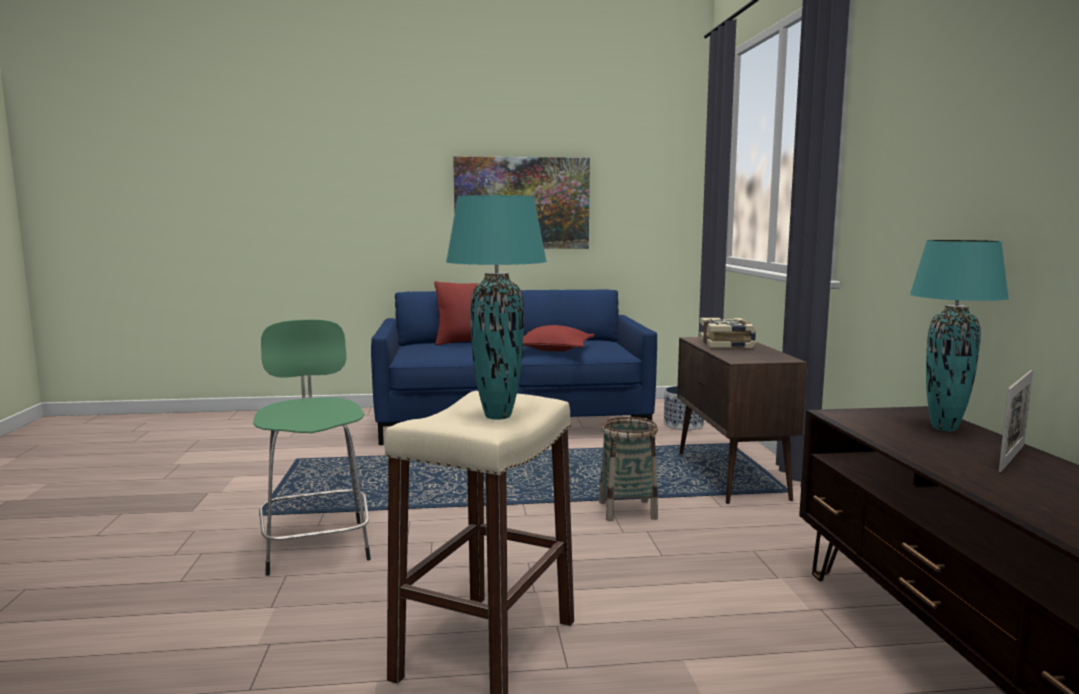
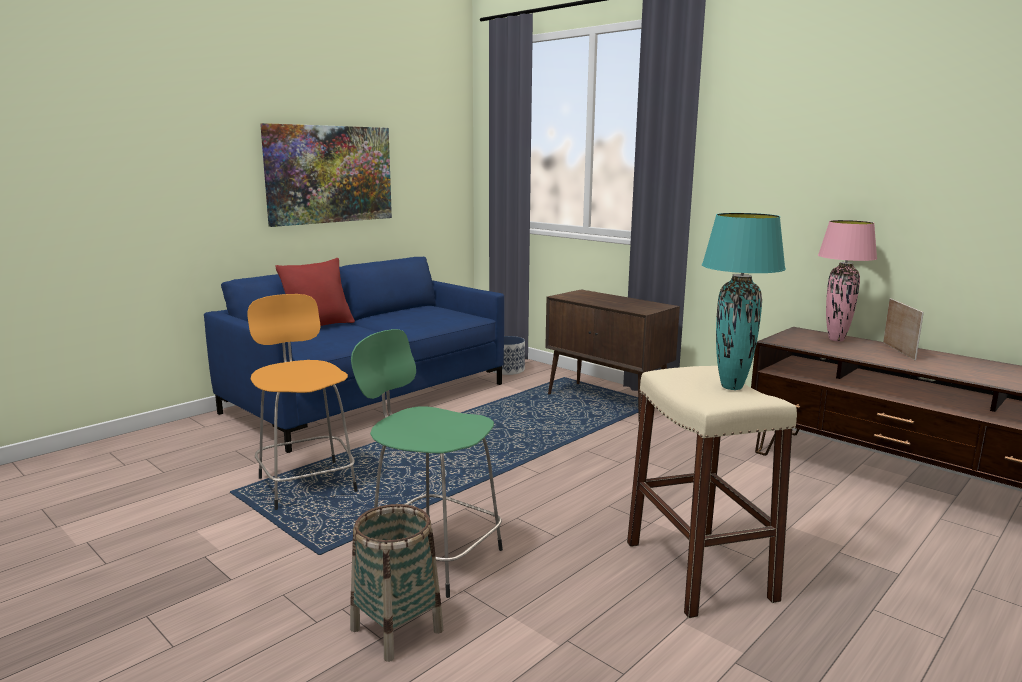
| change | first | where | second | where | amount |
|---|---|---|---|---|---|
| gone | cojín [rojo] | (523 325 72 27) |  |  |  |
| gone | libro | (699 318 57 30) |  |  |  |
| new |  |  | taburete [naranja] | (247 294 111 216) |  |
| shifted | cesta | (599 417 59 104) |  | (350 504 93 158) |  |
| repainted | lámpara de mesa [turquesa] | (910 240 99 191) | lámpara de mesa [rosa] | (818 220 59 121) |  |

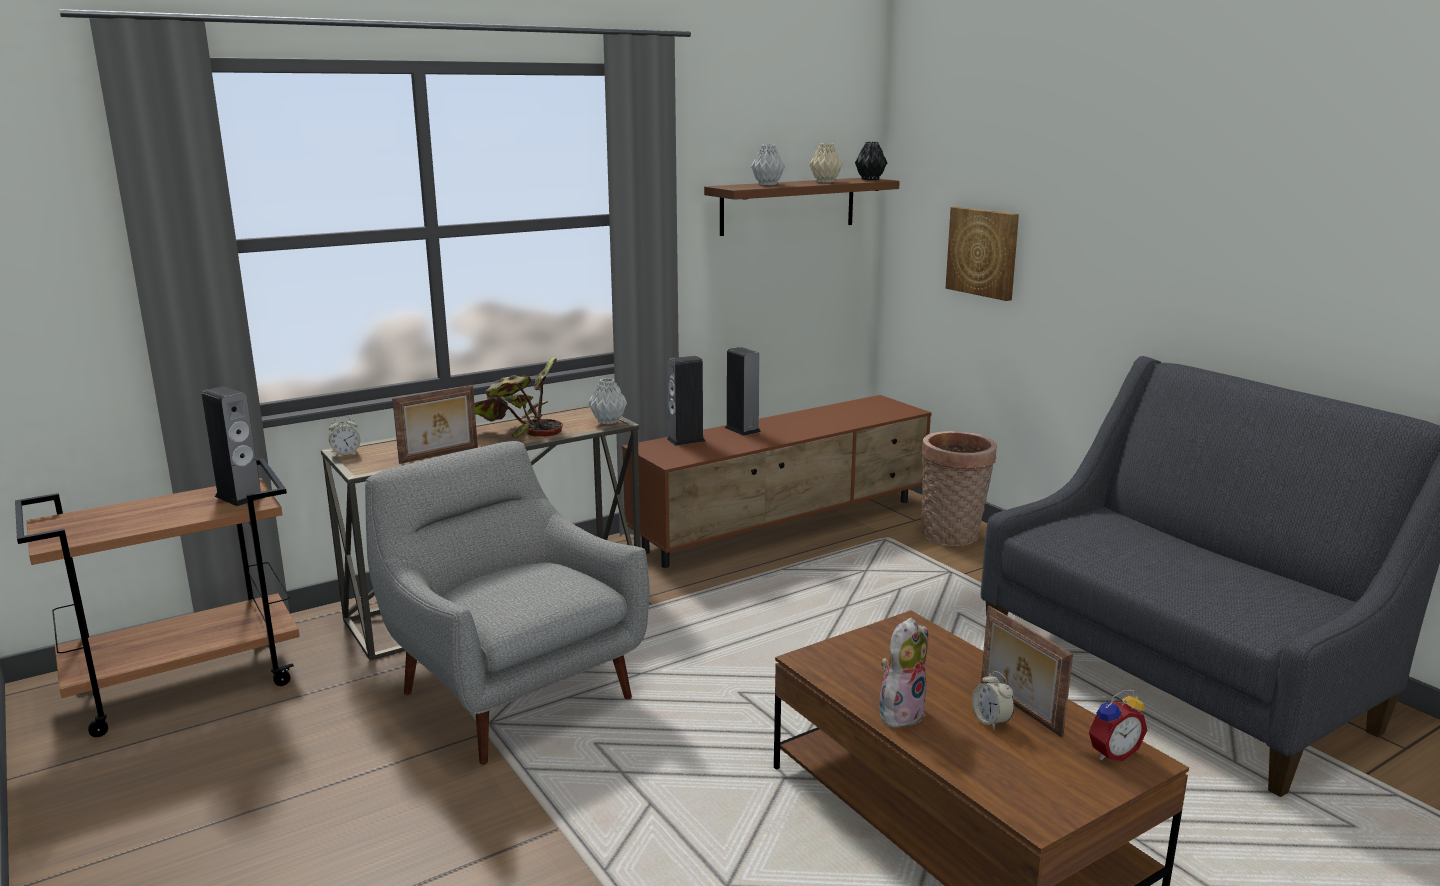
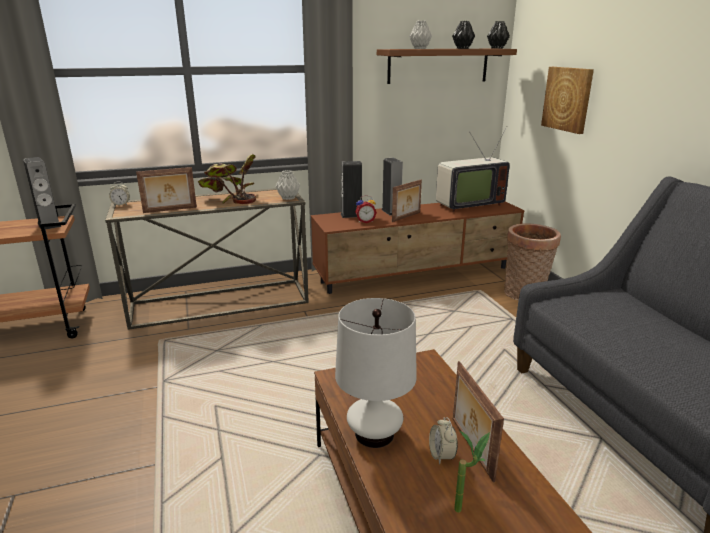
| change | first | where | second | where | amount |
|---|---|---|---|---|---|
| gone | sillón [gris] | (365 441 285 324) |  |  |  |
| new |  |  | portarretratos | (392 179 30 43) |  |
| new |  |  | televisor | (436 127 74 85) |  |
| new |  |  | planta en maceta | (454 430 36 83) |  |
| shifted | despertador | (1089 690 58 71) |  | (355 195 22 28) |  |
| swapped | peluche | (879 618 49 110) | lámpara de mesa [blanco] | (335 298 82 150) |  |
| repainted | florero [beis] | (810 143 33 40) | florero [negro] | (452 21 23 28) |  |

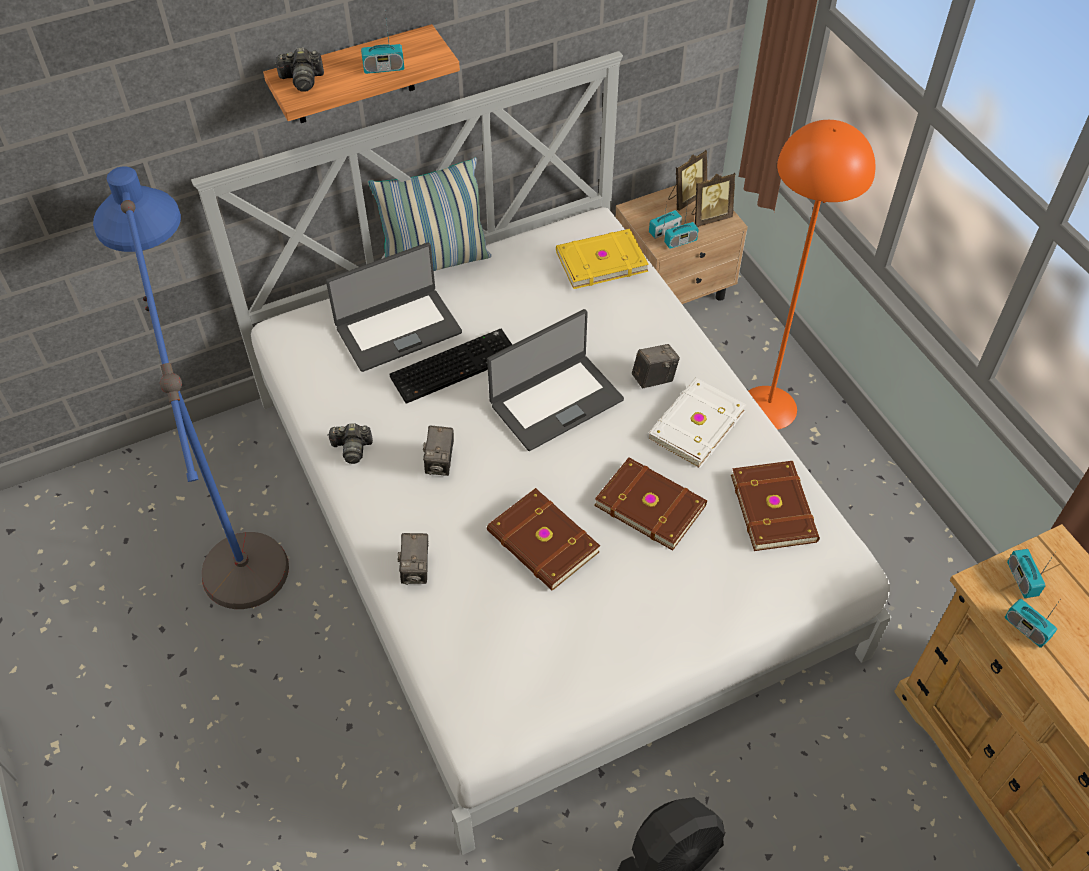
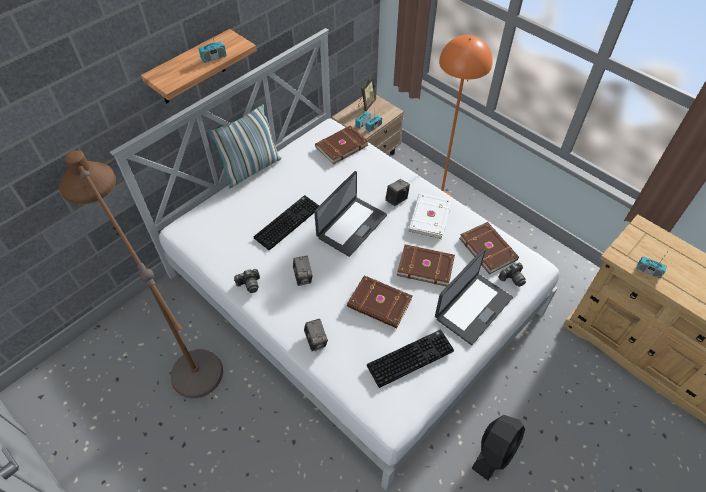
| change | first | where | second | where | amount |
|---|---|---|---|---|---|
| gone | portarretratos | (692 173 43 54) |  |  |  |
| gone | radio | (1007 549 48 49) |  |  |  |
| new |  |  | teclado | (367 329 87 59) |  |
| shifted | cámara | (274 47 50 45) |  | (498 263 28 24) |  |
| shifted | portátil | (326 242 136 130) |  | (435 249 78 96) |  |
| repainted | lámpara de pie [azul] | (93 167 196 442) | lámpara de pie [marrón] | (59 150 164 249) |  |
| repainted | libro [amarillo] | (556 229 93 60) | libro [marrón] | (315 126 53 38) |  |

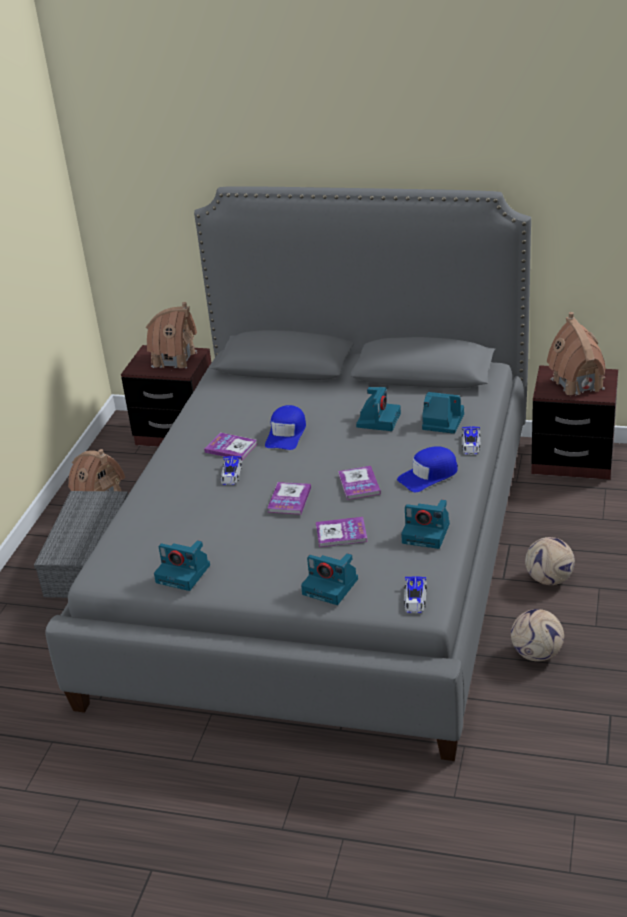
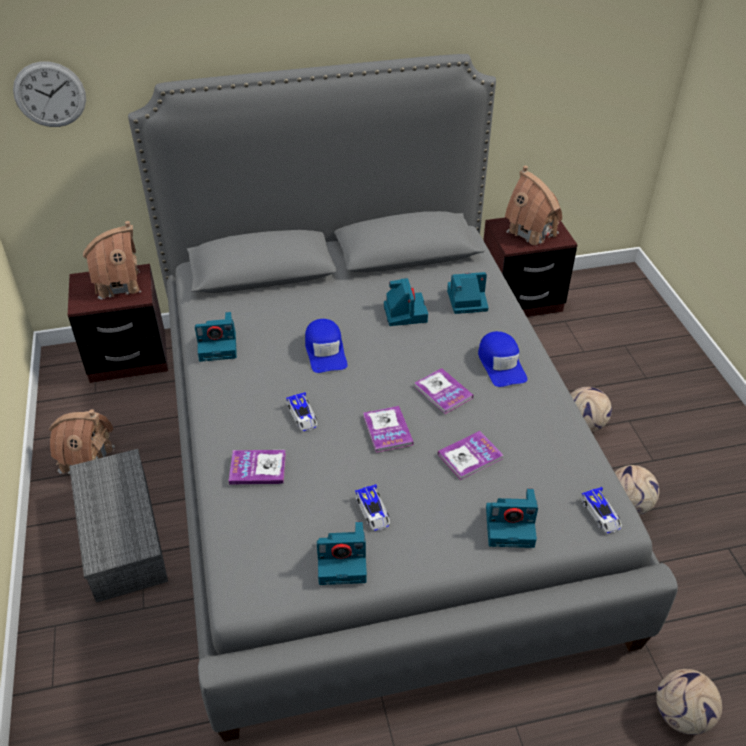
| change | first | where | second | where | amount |
|---|---|---|---|---|---|
| new |  |  | reloj de pared | (13 61 73 66) |  |
| new |  |  | balón de fútbol | (656 669 66 66) |  |
| shifted | libro | (204 433 53 27) |  | (229 450 57 34) |  |
| shifted | cámara | (401 500 49 49) |  | (195 312 42 50) |  |
| shifted | coche de juguete | (462 427 18 28) |  | (355 484 35 47) |  |
| rotated | gorra [azul] | (397 446 61 46) |  | (478 331 49 56) | 45 degrees counterclockwise |

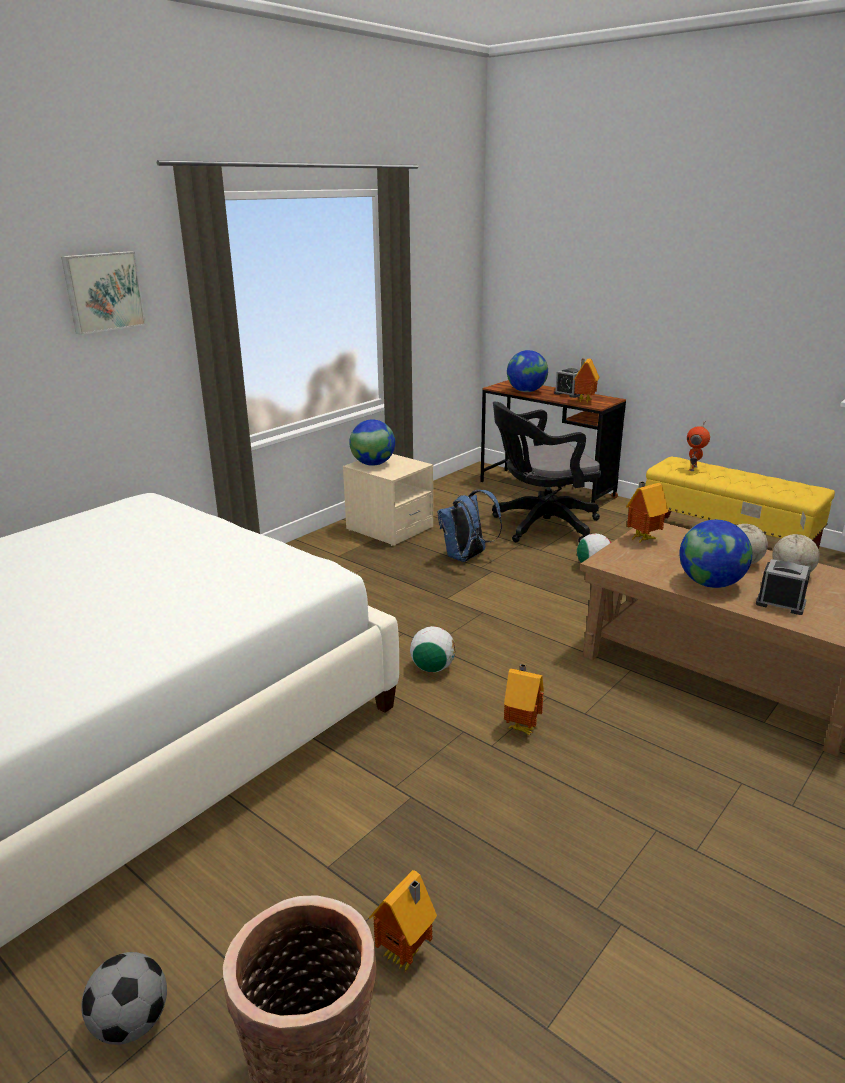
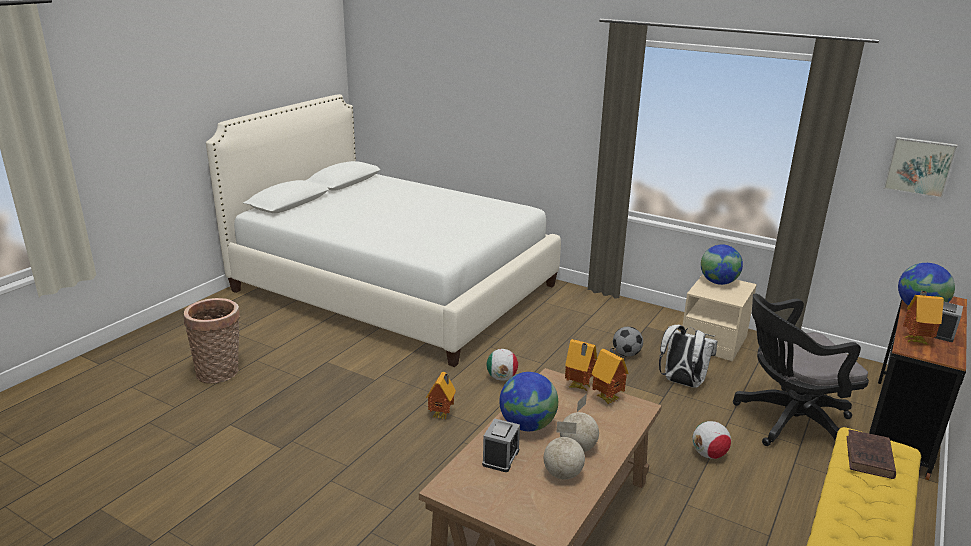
| change | first | where | second | where | amount |
|---|---|---|---|---|---|
| shifted | cuadro | (61 251 85 84) |  | (883 137 74 61) |  |
| shifted | balón de fútbol | (81 952 86 93) |  | (613 327 30 30) |  |
| shifted | casita | (369 870 68 101) |  | (565 339 32 53) |  |
| swapped | robot de juguete | (687 421 23 50) | libro [marrón] | (847 429 49 50) |  |
| repainted | mochila [azul] | (438 490 64 72) | mochila [blanco] | (659 325 58 63) |  |
| rotated | silla de oficina [negro] | (492 401 109 141) |  | (733 294 136 152) | 75 degrees counterclockwise |

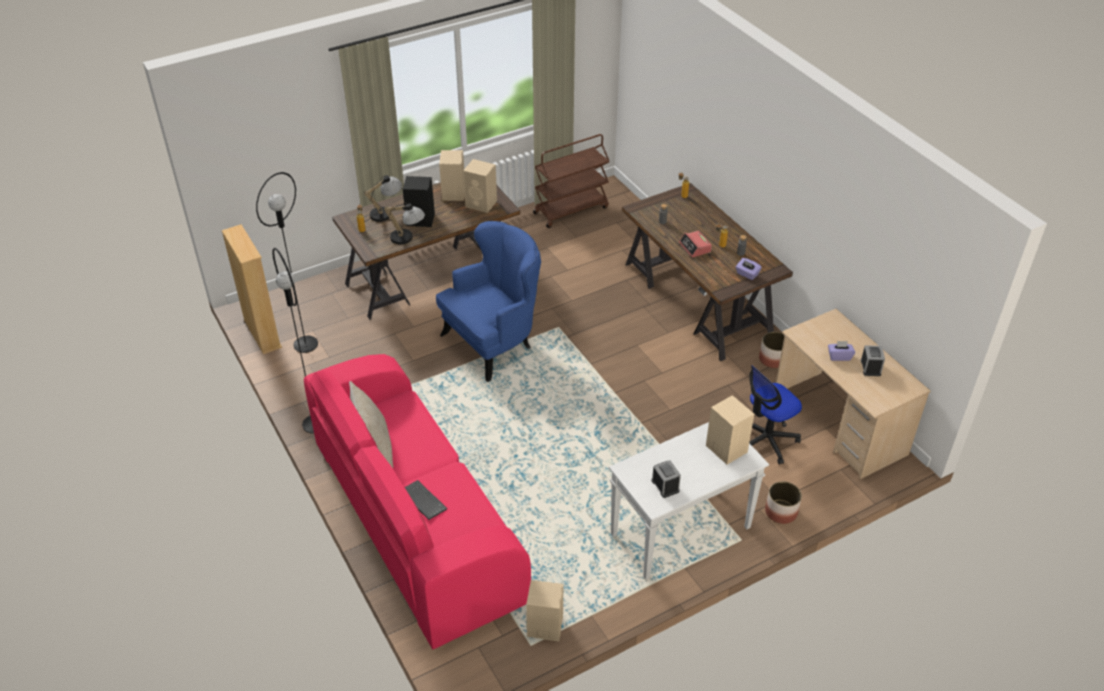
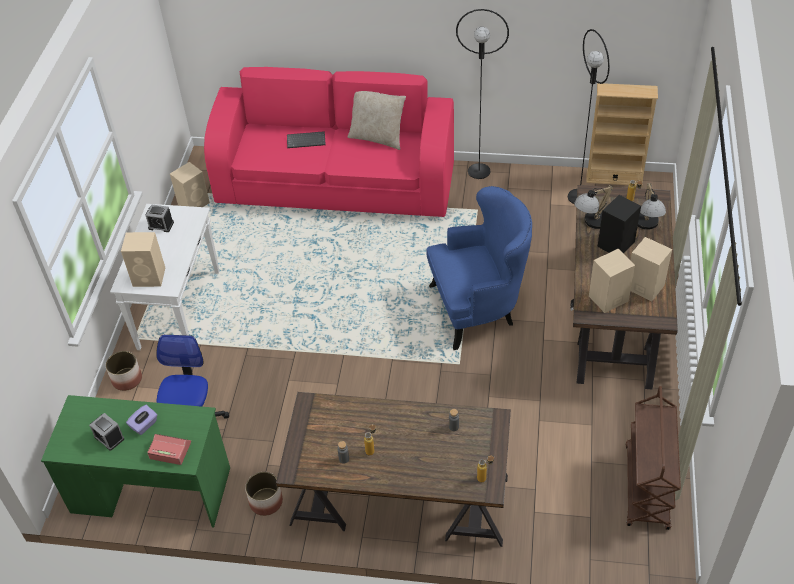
| change | first | where | second | where | amount |
|---|---|---|---|---|---|
| gone | caja de pañuelos [morado] | (736 258 26 22) |  |  |  |
| shifted | despertador | (679 231 33 26) |  | (147 434 44 31) |  |
| repainted | escritorio [beis] | (776 309 155 170) | escritorio [verde] | (41 395 189 133) |  |
| rotated | sillón [azul] | (436 221 105 161) |  | (426 186 106 164) | 105 degrees counterclockwise |

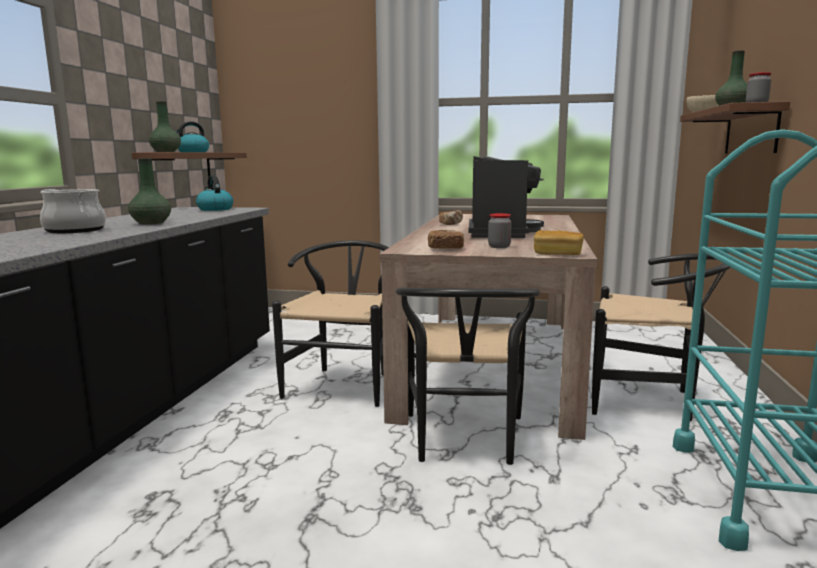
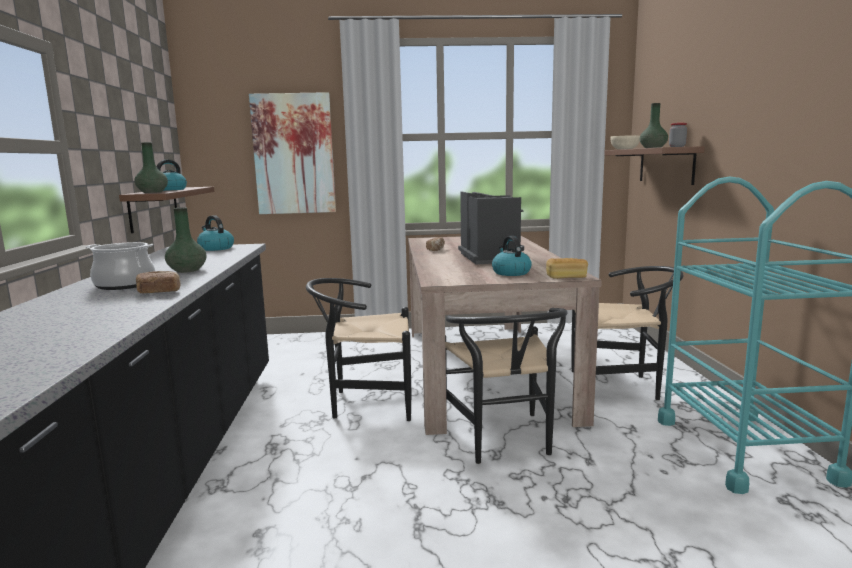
| change | first | where | second | where | amount |
|---|---|---|---|---|---|
| new |  |  | cuadro | (249 92 87 122) |  |
| shifted | pan | (428 230 36 19) |  | (136 271 44 22) |  |
| swapped | tarro | (488 213 24 35) | hervidor | (492 236 40 40) |  |
| rotated | silla [negro] | (272 240 117 167) |  | (306 278 105 143) | 90 degrees counterclockwise |

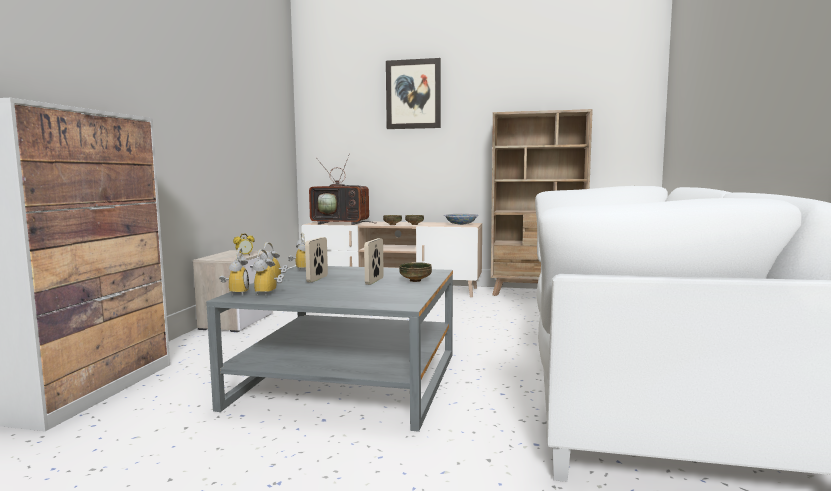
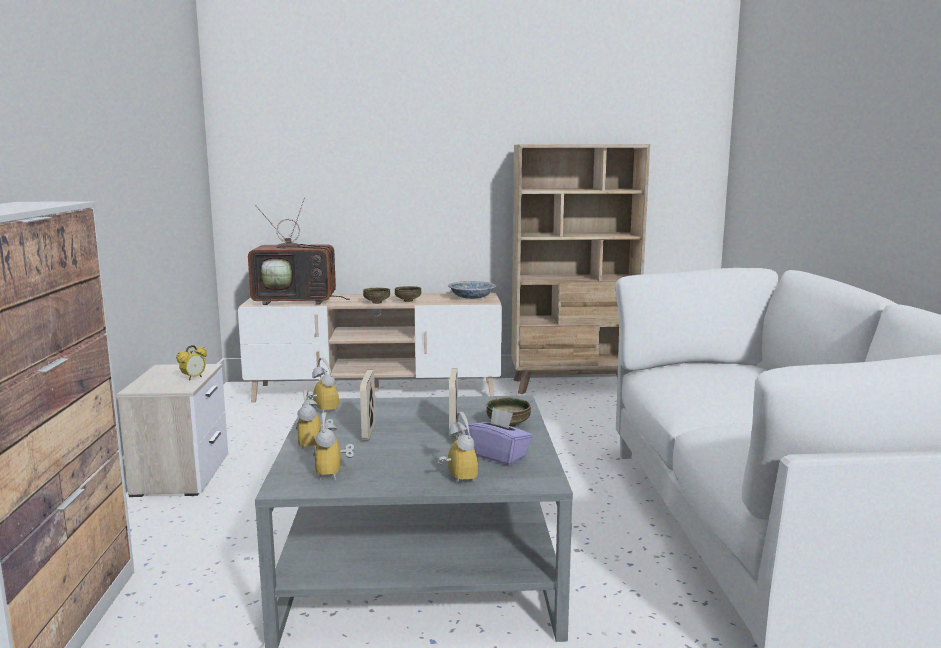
| change | first | where | second | where | amount |
|---|---|---|---|---|---|
| gone | cuadro | (386 58 55 71) |  |  |  |
| new |  |  | caja de pañuelos [morado] | (465 408 68 57) |  |
| shifted | despertador | (219 248 30 47) |  | (437 412 41 70) |  |

